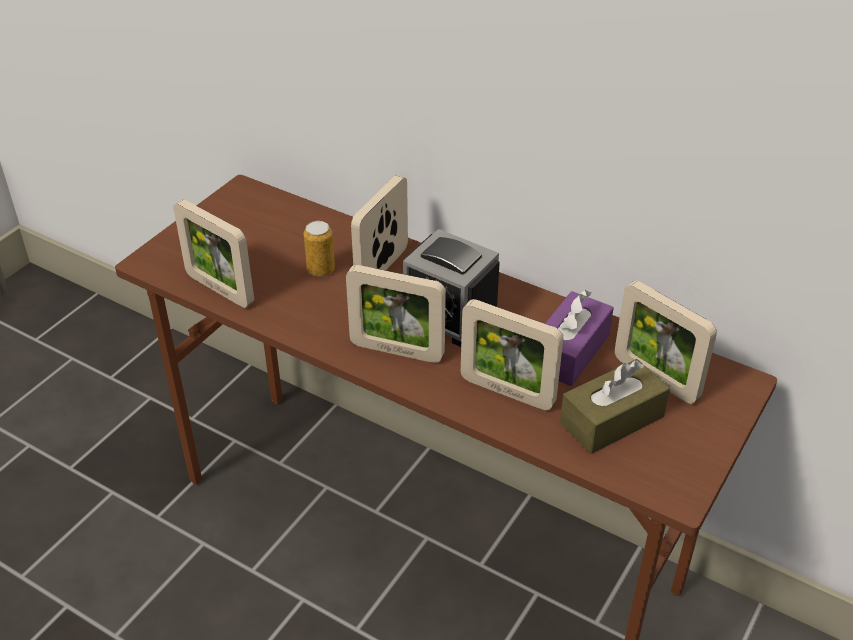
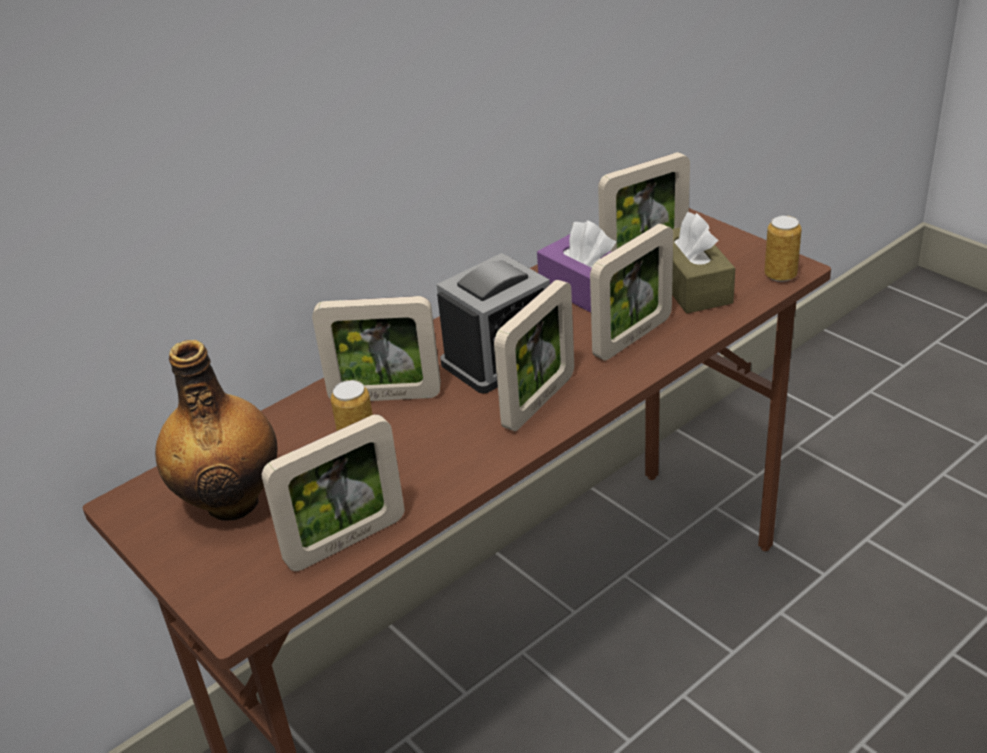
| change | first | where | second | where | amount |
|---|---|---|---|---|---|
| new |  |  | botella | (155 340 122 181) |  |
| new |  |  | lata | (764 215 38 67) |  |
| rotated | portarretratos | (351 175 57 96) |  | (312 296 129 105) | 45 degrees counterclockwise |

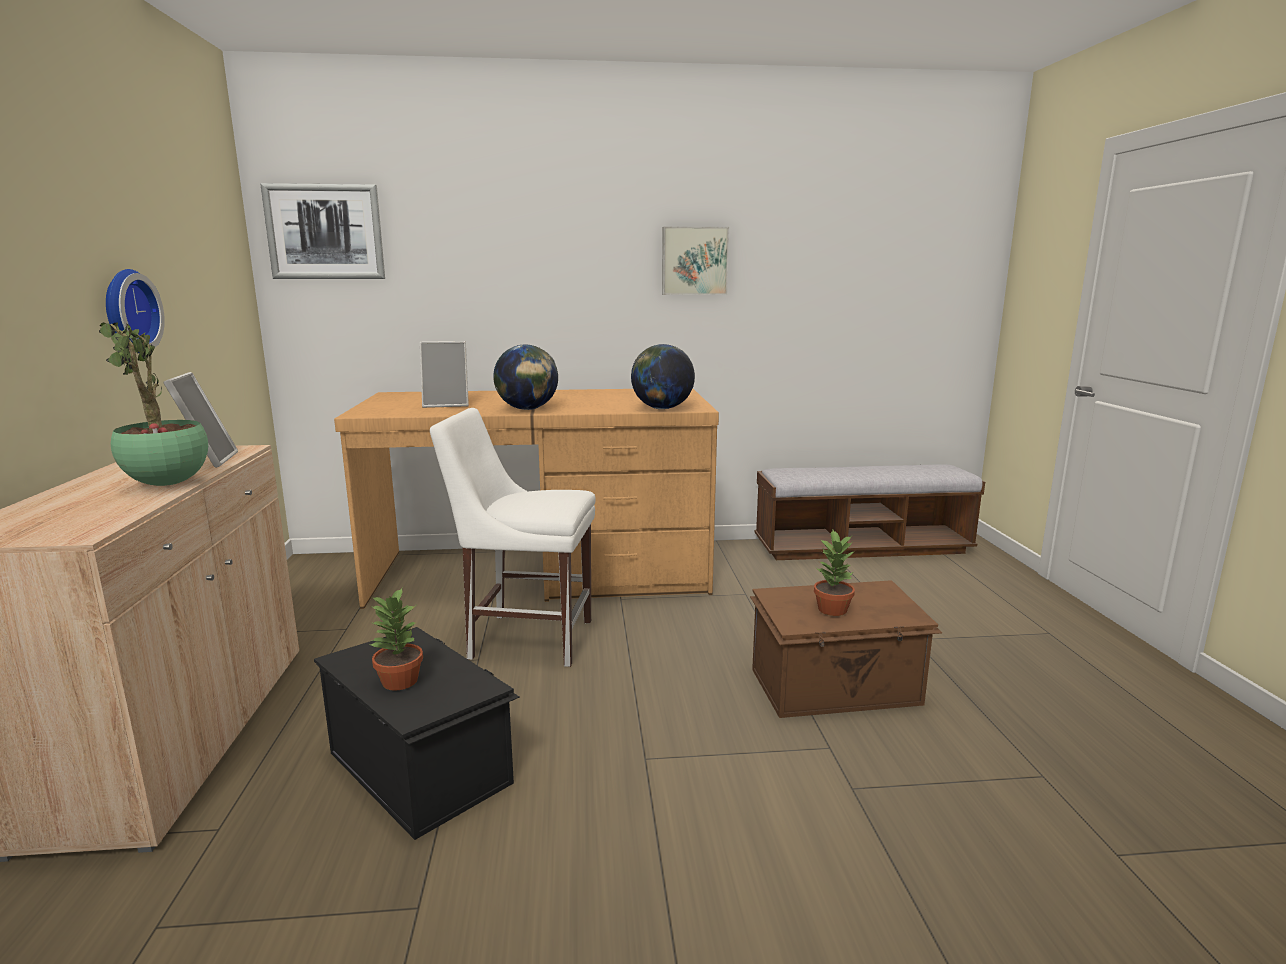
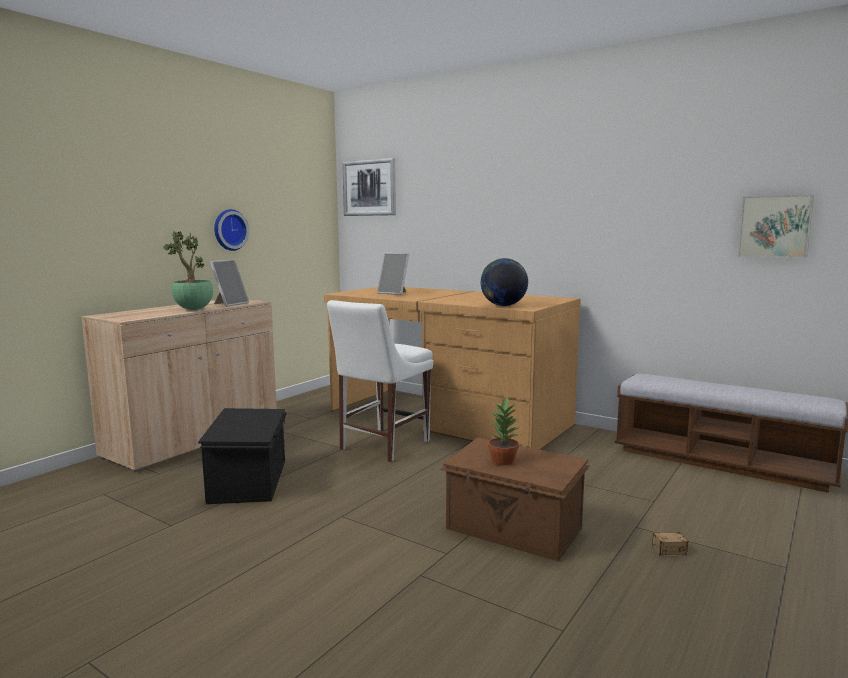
| change | first | where | second | where | amount |
|---|---|---|---|---|---|
| gone | planta en maceta | (368 588 55 103) |  |  |  |
| gone | globo terráqueo | (493 344 65 66) |  |  |  |
| new |  |  | caja de almacenaje | (625 509 64 47) |  |
| shifted | cuadro | (662 226 67 69) |  | (738 195 76 63) |  |
| rotated | silla [blanco] | (430 408 166 259) |  | (327 300 106 162) | 105 degrees counterclockwise |

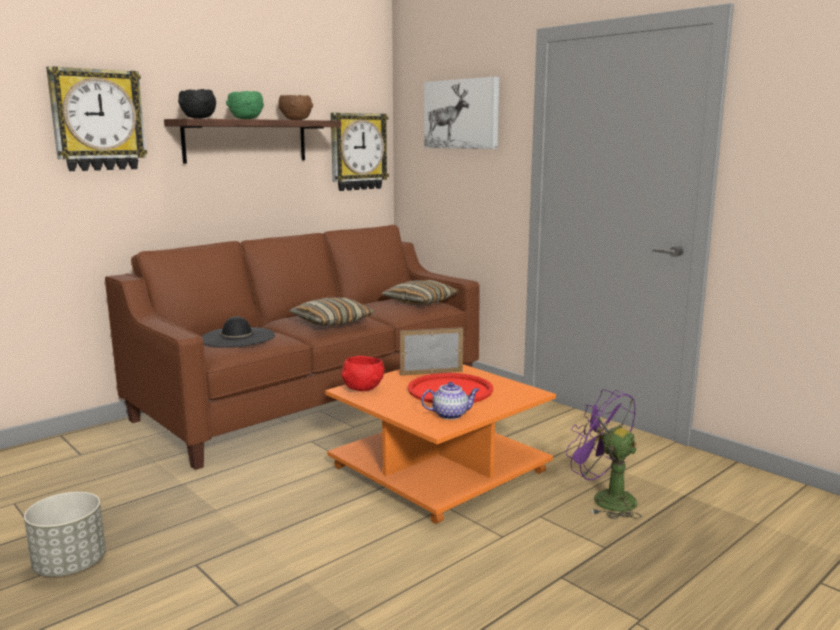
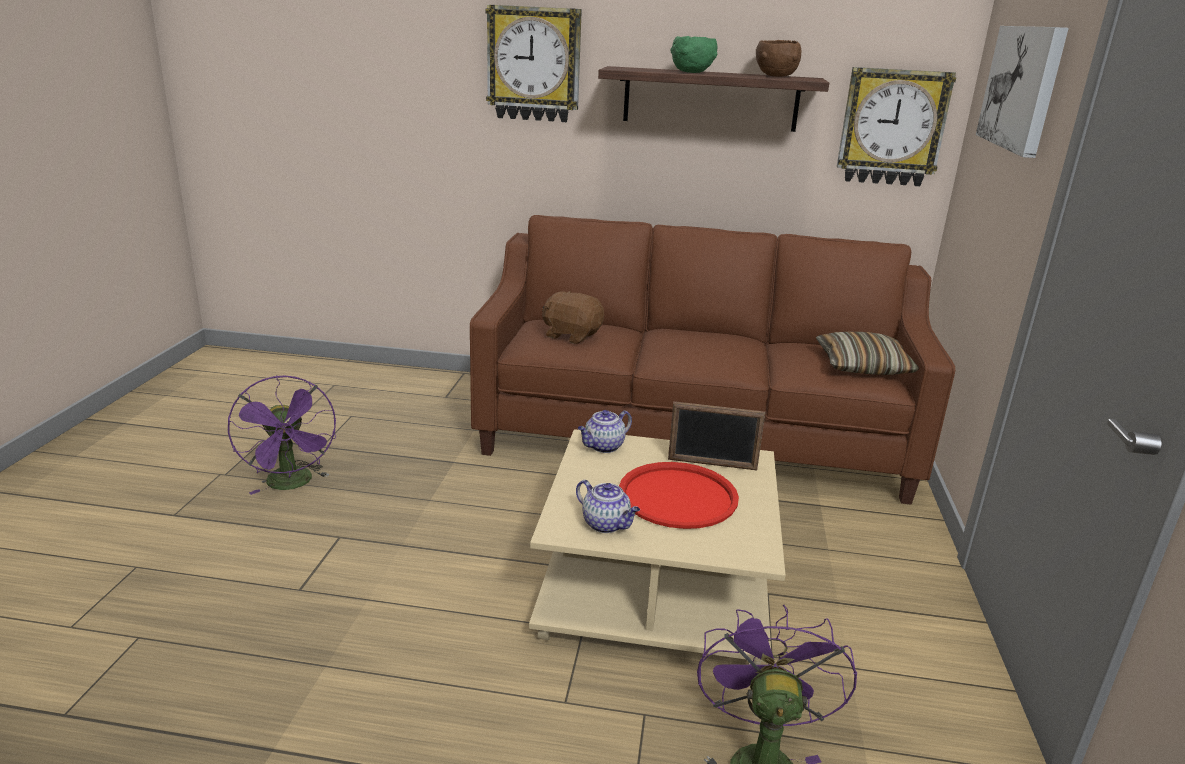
| change | first | where | second | where | amount |
|---|---|---|---|---|---|
| gone | cuenco [negro] | (178 89 38 30) |  |  |  |
| gone | cojín | (290 298 84 28) |  |  |  |
| swapped | maceta [gris] | (24 492 82 84) | ventilador [morado] | (228 375 108 120) |  |
| swapped | sombrero [negro] | (201 316 74 32) | peluche [marrón] | (542 291 62 53) |  |
| swapped | cuenco [rojo] | (341 356 44 35) | tetera | (578 410 54 43) |  |
| repainted | mesa de centro [naranja] | (325 364 231 160) | mesa de centro [beis] | (529 429 257 236) |  |
| rotated | portarretratos | (399 327 64 49) |  | (668 401 97 69) | 150 degrees clockwise |

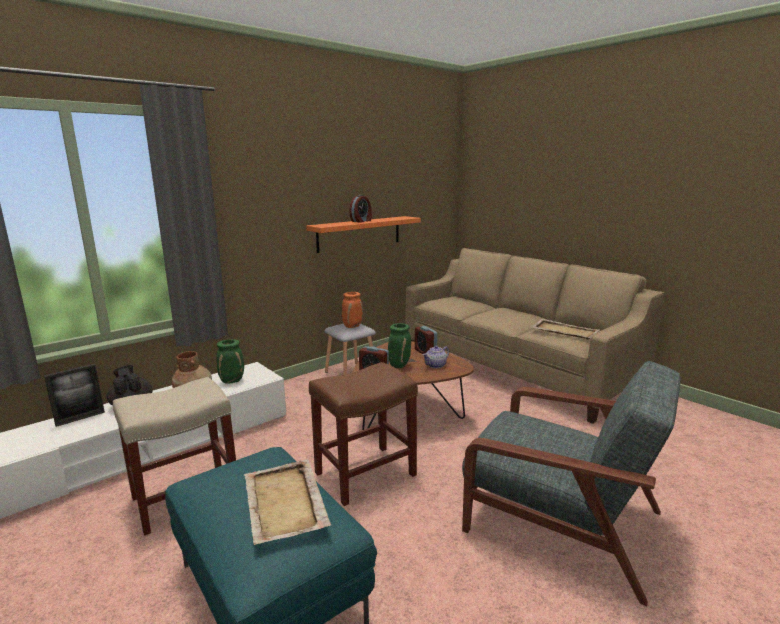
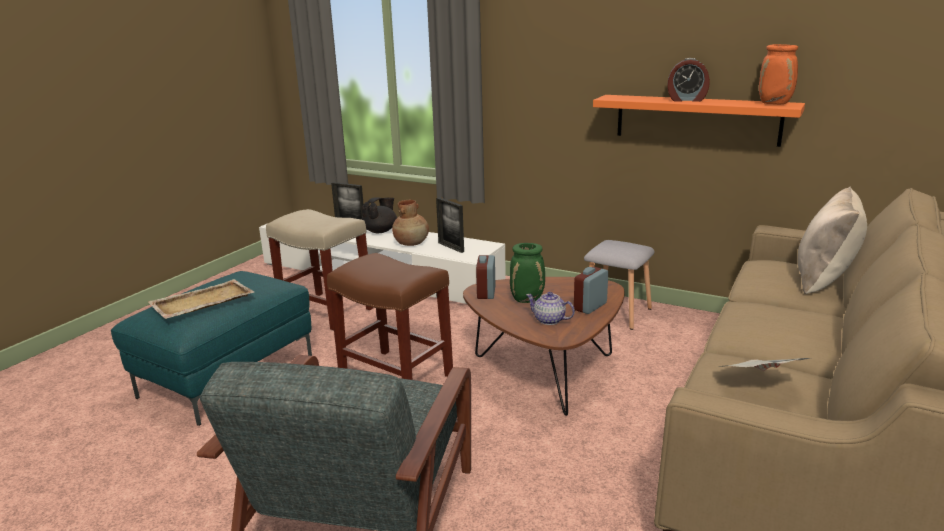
| change | first | where | second | where | amount |
|---|---|---|---|---|---|
| new |  |  | cojín [beis] | (798 187 69 107) |  |
| shifted | florero [naranja] | (342 292 21 36) |  | (759 44 39 60) |  |
| swapped | florero [verde] | (216 339 28 45) | portarretratos | (436 197 28 56) |  |
| swapped | bandeja [beis] | (531 319 68 20) | periódico | (717 358 92 13) |  |

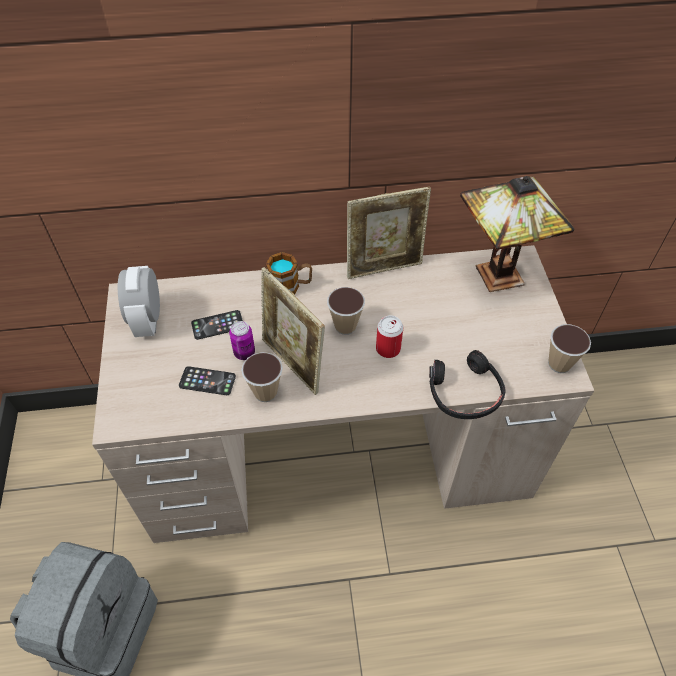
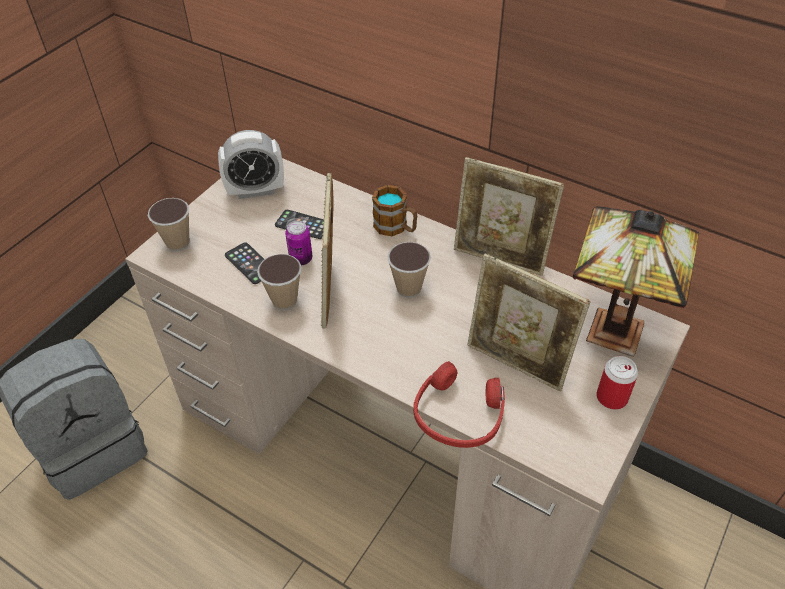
| change | first | where | second | where | amount |
|---|---|---|---|---|---|
| new |  |  | portarretratos | (467 253 124 139) |  |
| shifted | lata | (376 315 27 43) |  | (597 356 41 54) |  |
| shifted | taza | (548 324 43 49) |  | (148 198 41 53) |  |
| repainted | auriculares [negro] | (429 350 77 69) | auriculares [rojo] | (413 361 92 87) |  |
| rotated | despertador | (118 266 42 71) |  | (218 130 66 69) | 135 degrees counterclockwise |

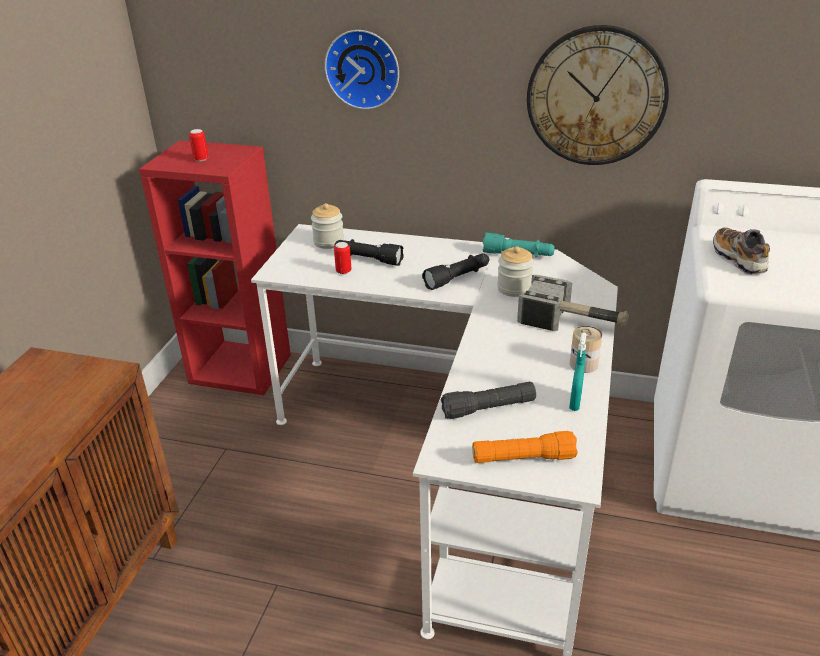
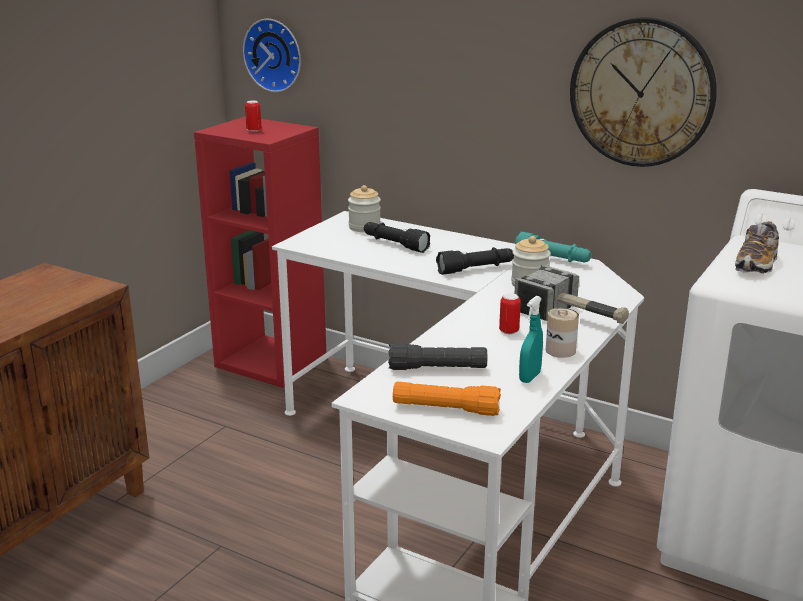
| change | first | where | second | where | amount |
|---|---|---|---|---|---|
| shifted | reloj de pared | (324 30 75 80) |  | (243 19 58 73) |  |
| shifted | lata | (334 242 17 32) |  | (499 293 22 41) |  |
| rotated | zapato | (713 227 57 48) |  | (735 221 44 53) | 150 degrees counterclockwise |

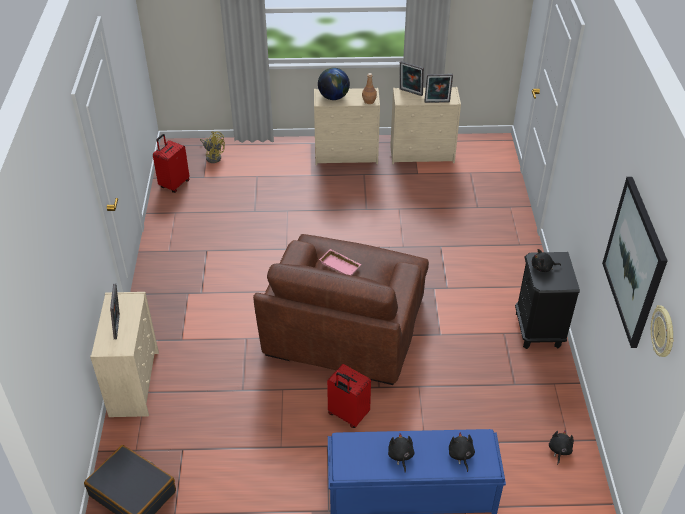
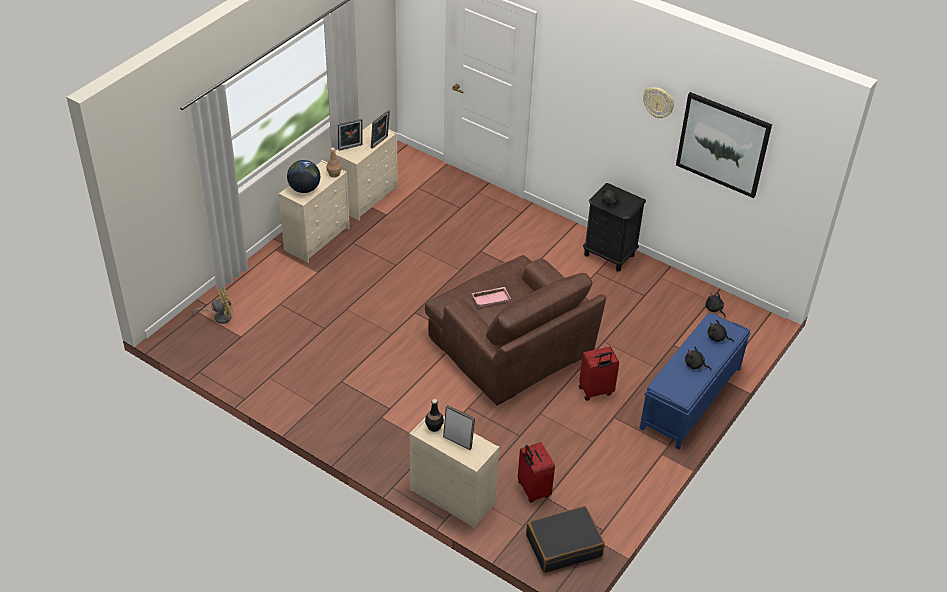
| change | first | where | second | where | amount |
|---|---|---|---|---|---|
| new |  |  | botella [negro] | (425 399 19 33) |  |
| shifted | maleta [rojo] | (153 134 37 59) |  | (518 442 37 61) |  |
| shifted | reloj de pared | (651 305 23 52) |  | (643 87 31 31) |  |

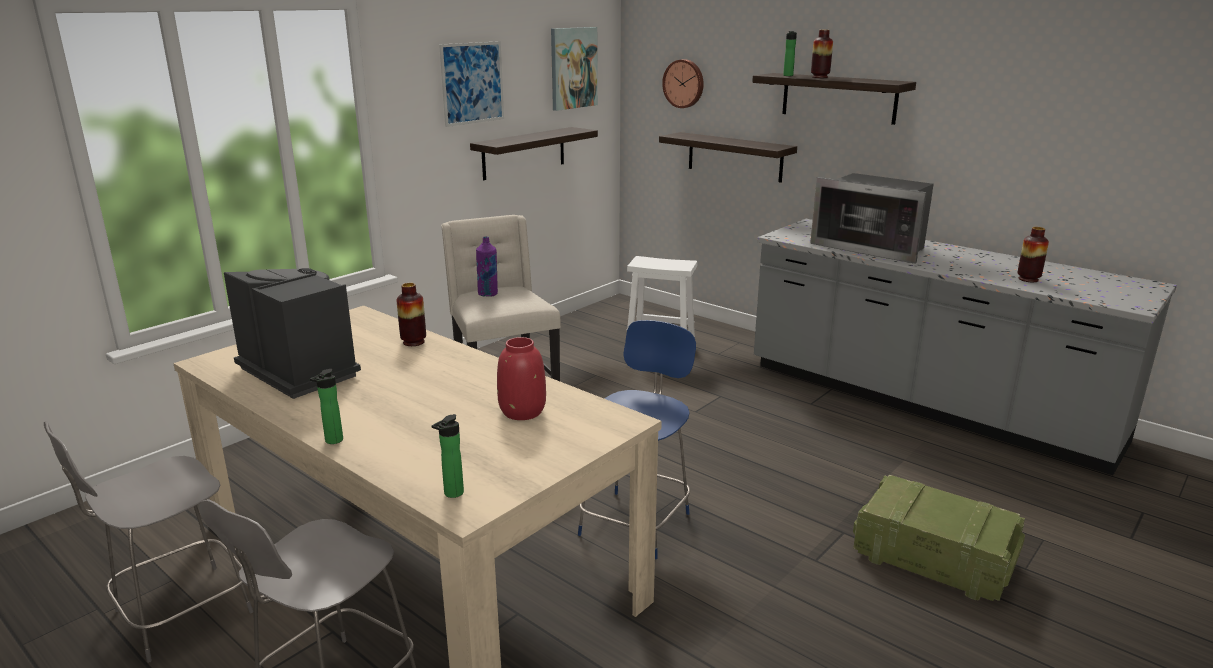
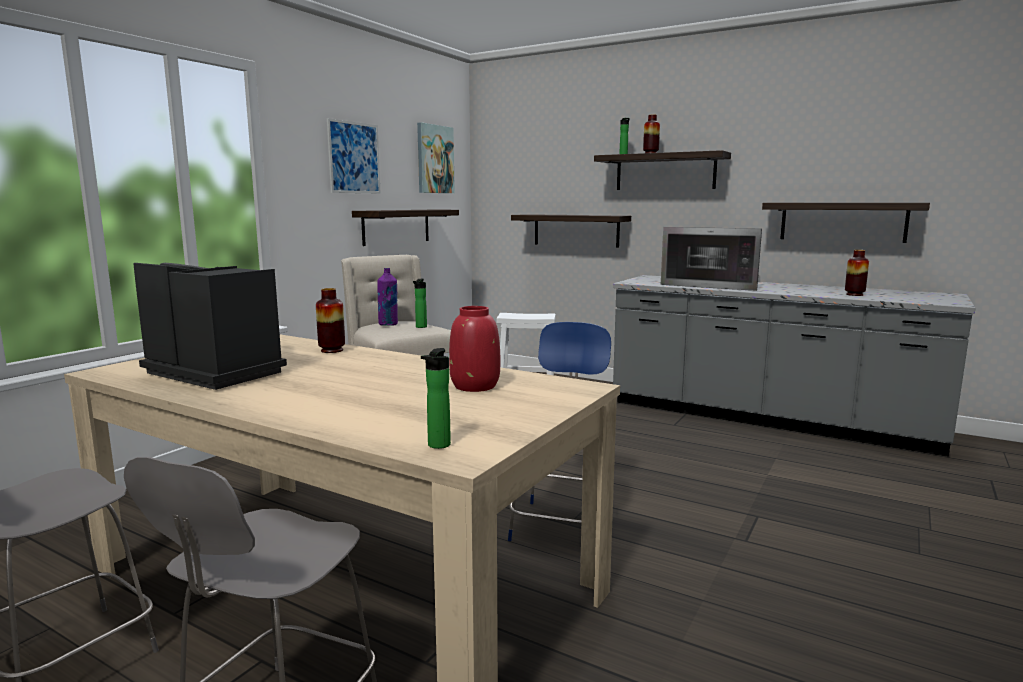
| change | first | where | second | where | amount |
|---|---|---|---|---|---|
| gone | reloj de pared | (662 59 42 49) |  |  |  |
| gone | caja de embalaje | (853 475 172 126) |  |  |  |
| new |  |  | estante | (762 203 168 40) |  |
| shifted | botella | (310 369 33 75) |  | (413 279 14 49) |  |

